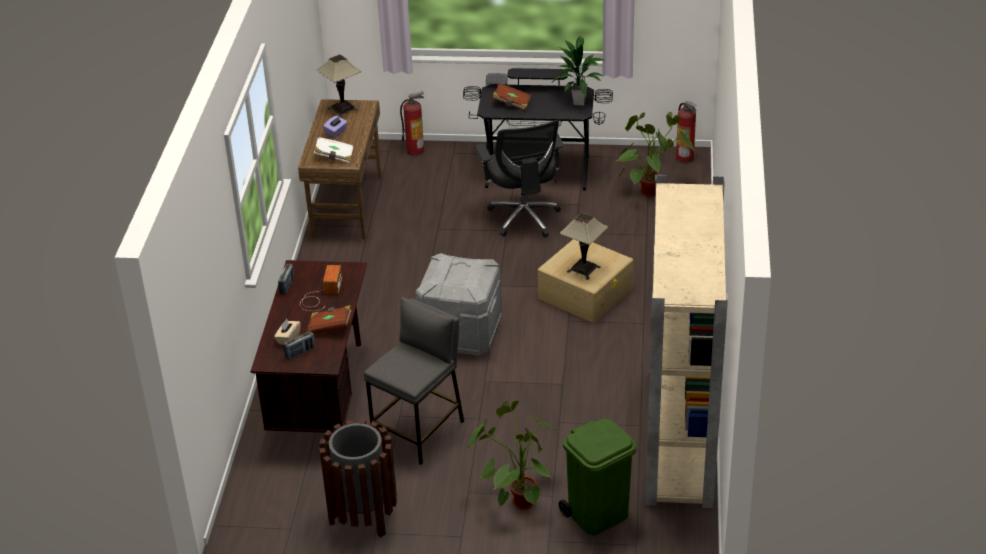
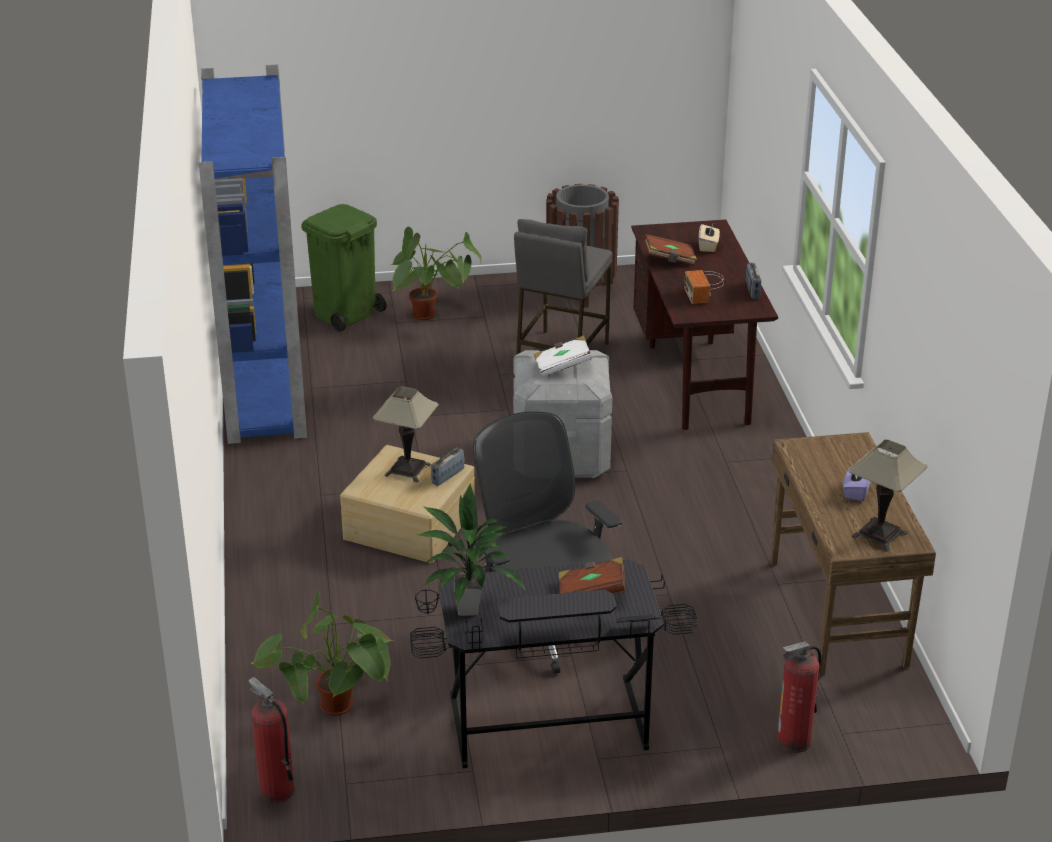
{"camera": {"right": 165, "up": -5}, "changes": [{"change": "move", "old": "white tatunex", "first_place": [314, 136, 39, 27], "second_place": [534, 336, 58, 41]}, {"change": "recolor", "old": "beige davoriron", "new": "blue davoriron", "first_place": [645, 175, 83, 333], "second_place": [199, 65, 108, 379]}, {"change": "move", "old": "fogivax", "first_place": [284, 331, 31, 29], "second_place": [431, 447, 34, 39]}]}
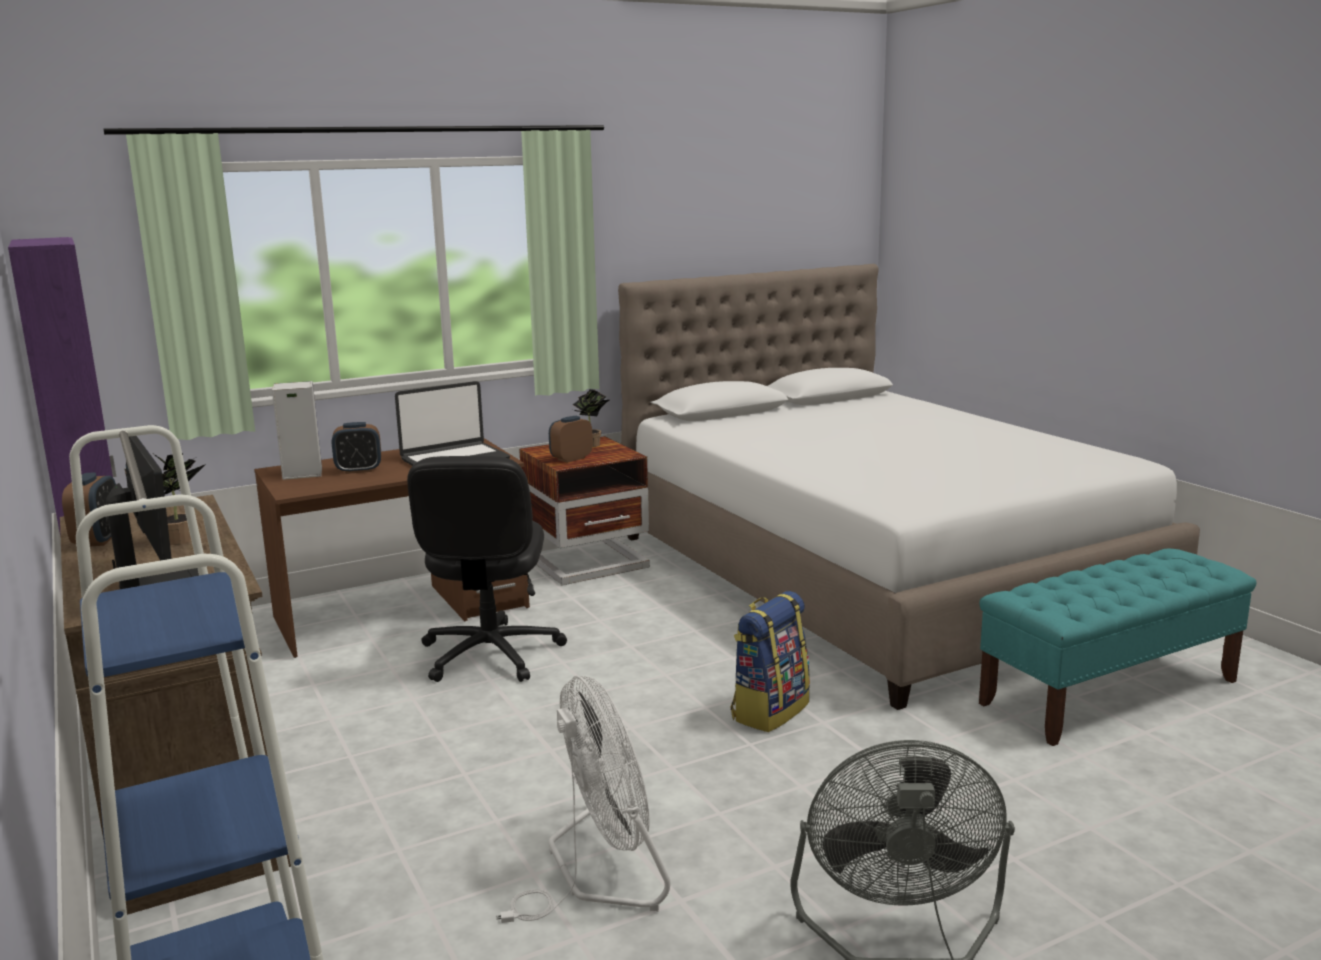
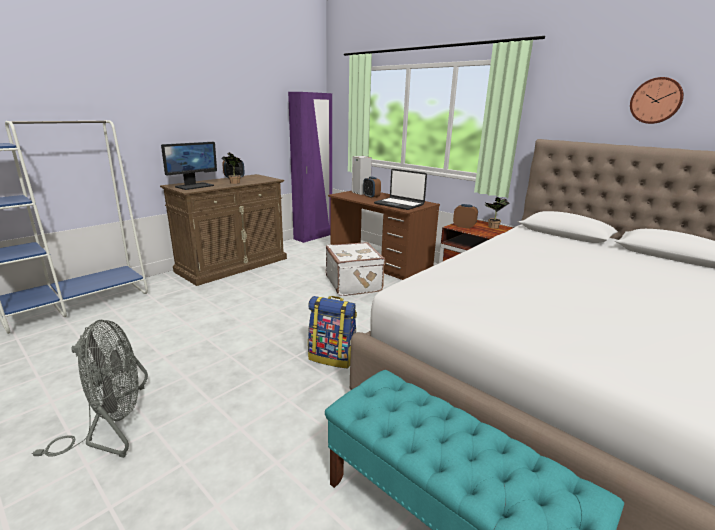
{"camera": {"right": 70, "up": 5}, "changes": [{"change": "replace", "old": "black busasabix", "new": "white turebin", "first_place": [407, 456, 160, 226], "second_place": [326, 242, 59, 54]}, {"change": "delete", "old": "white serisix", "first_place": [498, 676, 172, 247]}, {"change": "insert", "new": "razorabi", "second_place": [630, 77, 54, 47]}]}
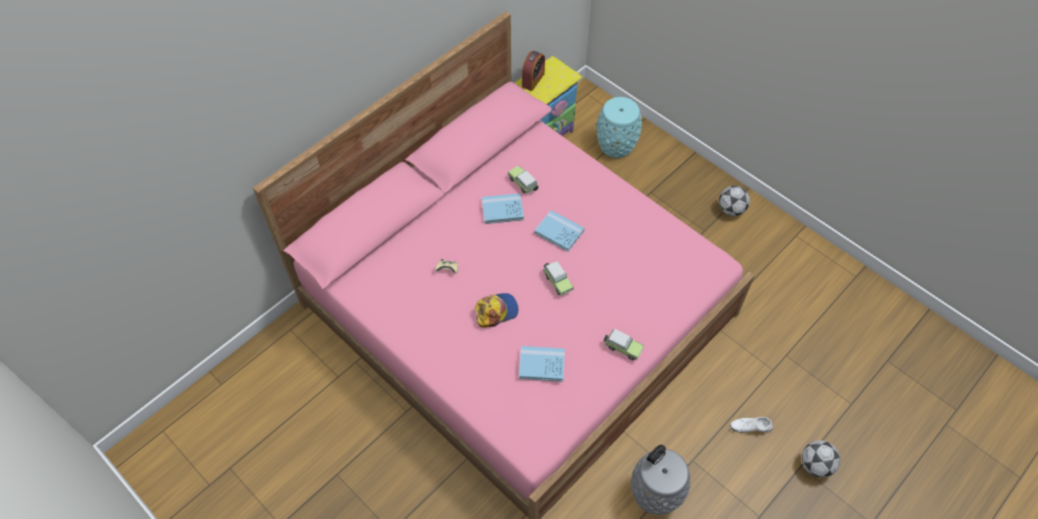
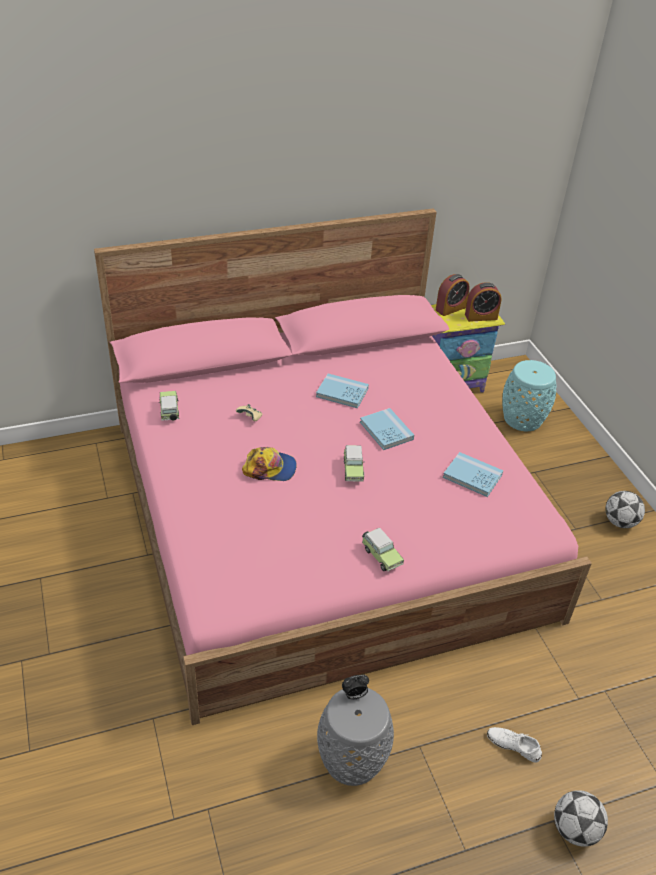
{"camera": {"right": 25, "up": -15}, "changes": [{"change": "move", "old": "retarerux", "first_place": [508, 165, 30, 29], "second_place": [159, 391, 20, 30]}, {"change": "move", "old": "blue tatunex", "first_place": [519, 346, 46, 36], "second_place": [443, 452, 60, 45]}, {"change": "insert", "new": "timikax", "second_place": [465, 282, 37, 40]}]}
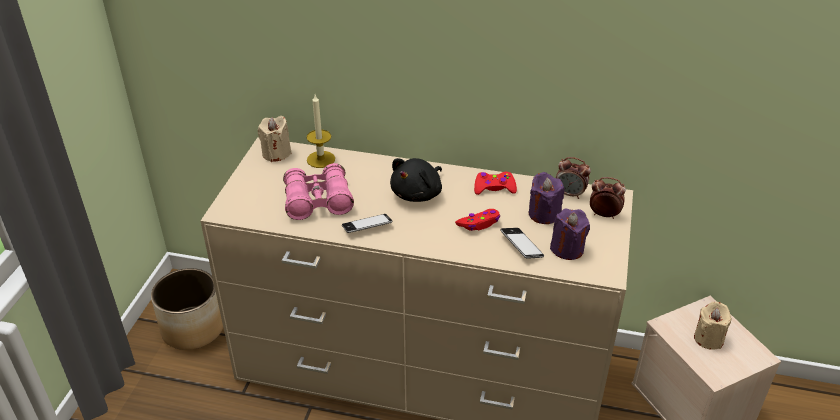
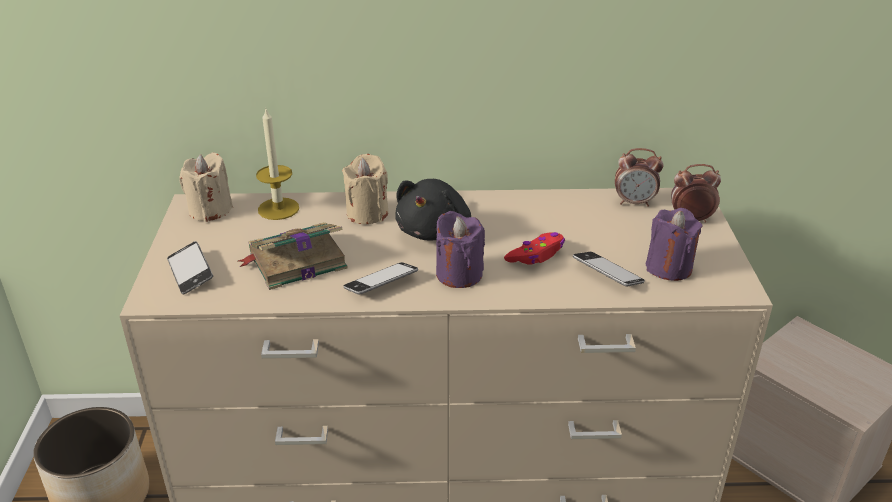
{"camera": {"right": -15, "up": -5}, "changes": [{"change": "replace", "old": "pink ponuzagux", "new": "tatunex", "first_place": [283, 163, 71, 57], "second_place": [238, 222, 110, 68]}, {"change": "delete", "old": "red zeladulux", "first_place": [474, 172, 43, 23]}, {"change": "move", "old": "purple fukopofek", "first_place": [529, 172, 35, 52], "second_place": [436, 211, 49, 77]}, {"change": "move", "old": "beige fukopofek", "first_place": [694, 302, 38, 48], "second_place": [342, 154, 47, 70]}, {"change": "insert", "new": "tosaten", "second_place": [167, 241, 46, 53]}]}
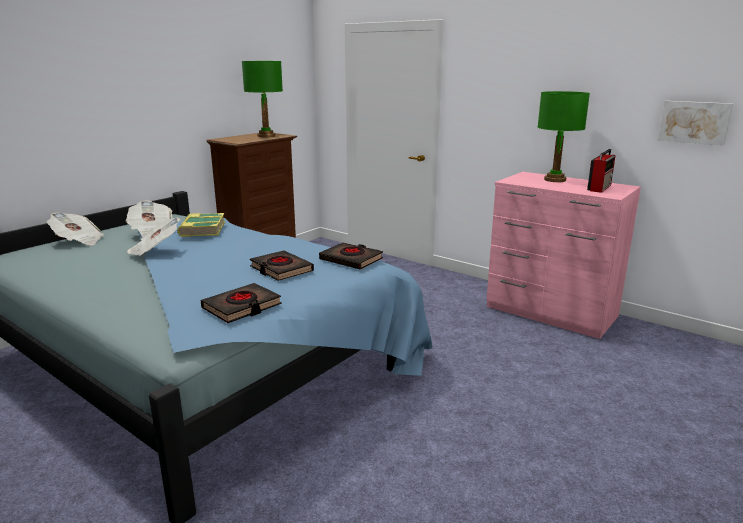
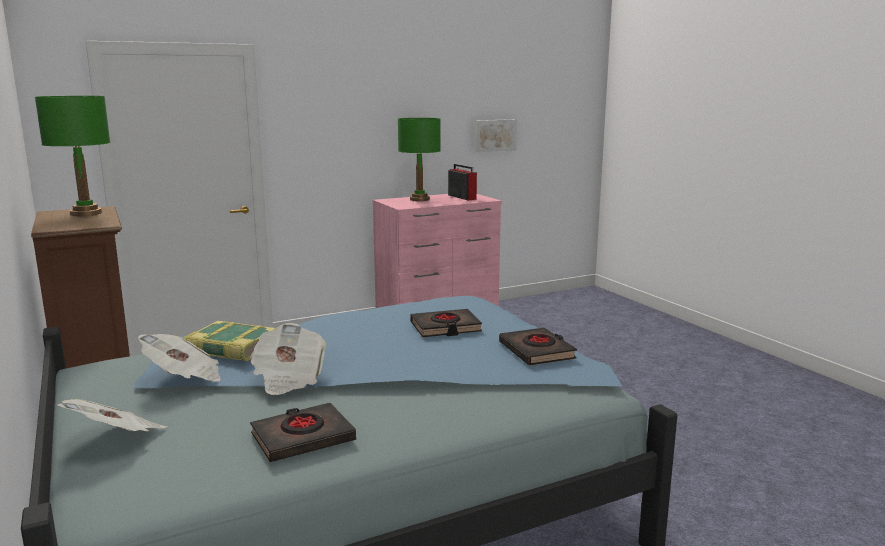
{"camera": {"right": -65, "up": -5}, "changes": [{"change": "move", "old": "black tatunex", "first_place": [319, 243, 64, 27], "second_place": [250, 403, 106, 59]}]}
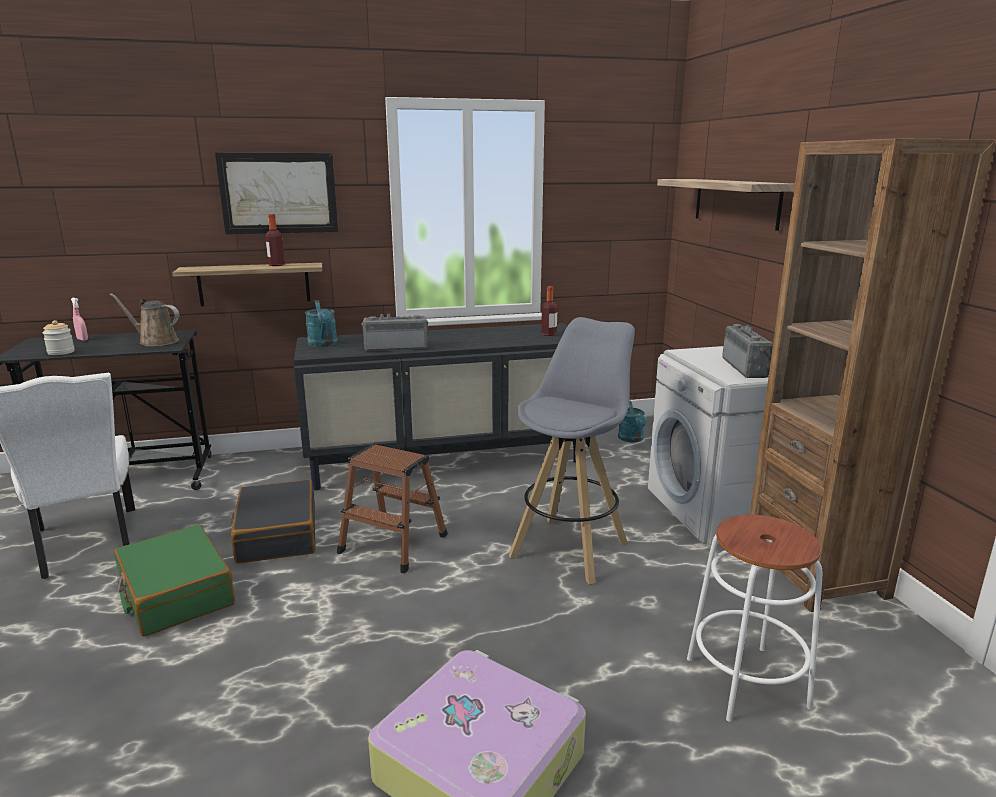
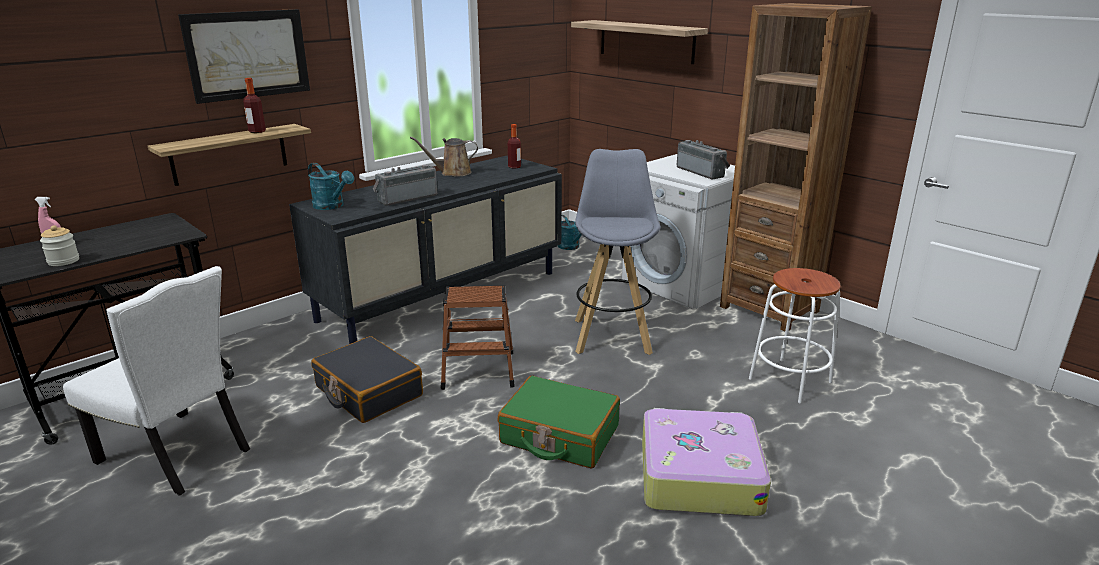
{"camera": {"right": -30, "up": 5}, "changes": [{"change": "move", "old": "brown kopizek", "first_place": [110, 293, 69, 53], "second_place": [410, 137, 68, 40]}, {"change": "move", "old": "green turebin", "first_place": [114, 524, 121, 113], "second_place": [497, 376, 123, 92]}]}
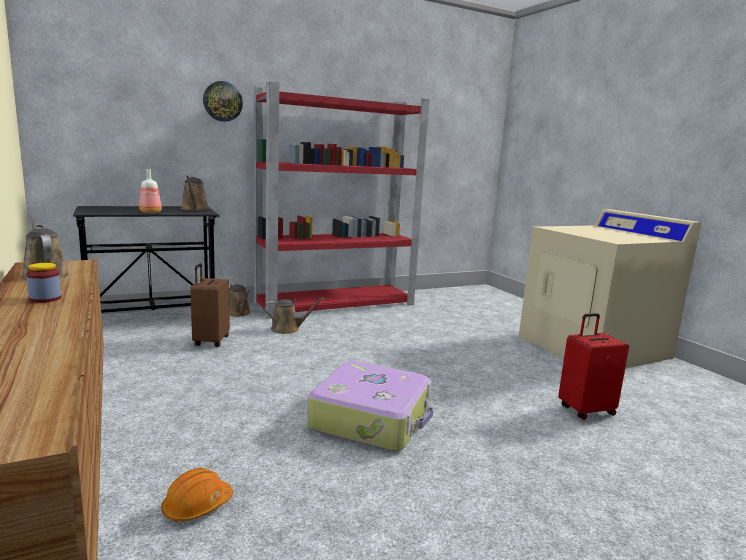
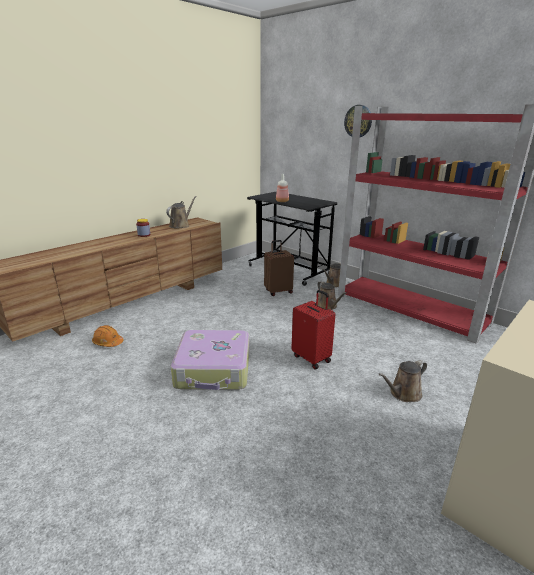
{"camera": {"right": 70, "up": 10}, "changes": [{"change": "move", "old": "brown kopizek", "first_place": [181, 176, 28, 35], "second_place": [378, 360, 49, 42]}, {"change": "move", "old": "red turebin", "first_place": [558, 313, 71, 107], "second_place": [292, 290, 43, 79]}]}
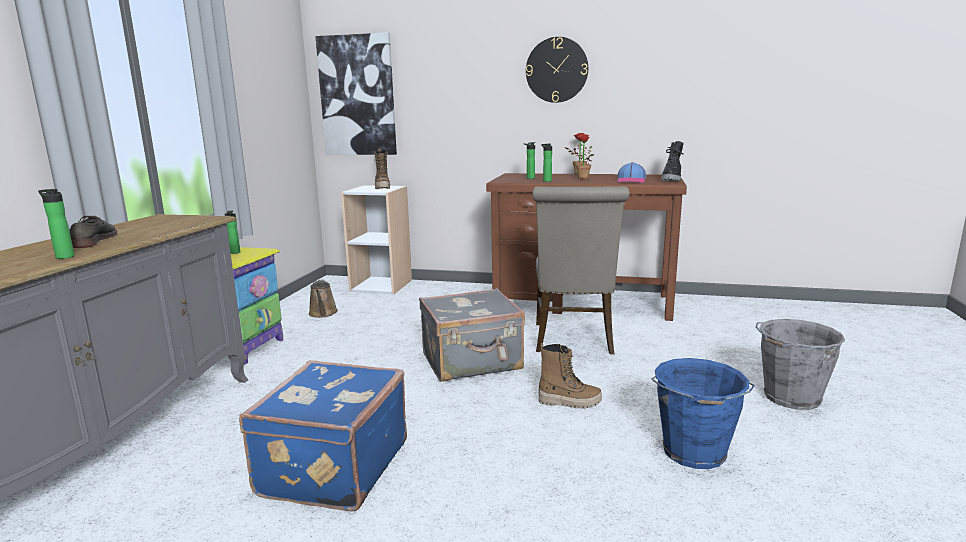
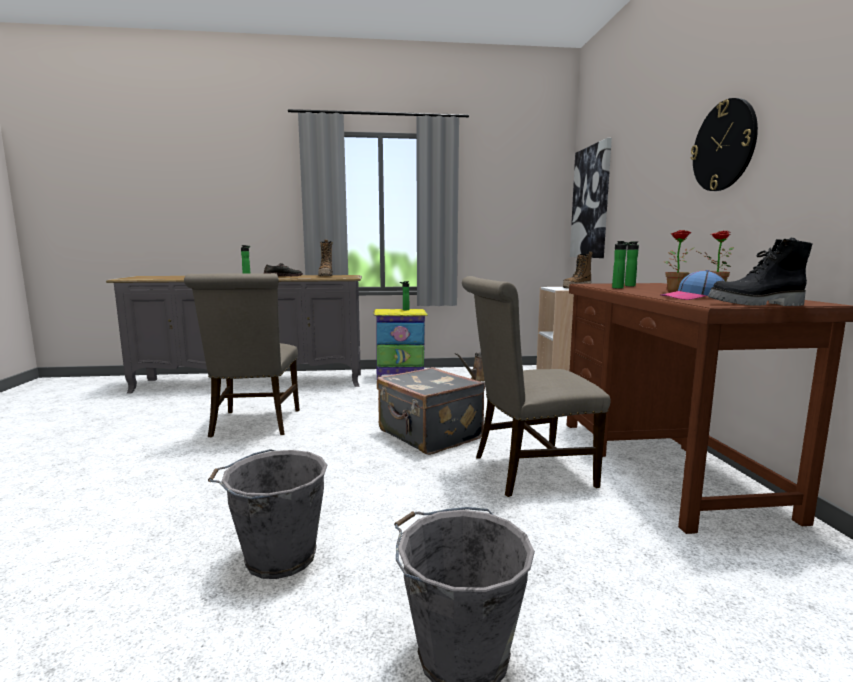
{"camera": {"right": 70, "up": -5}, "changes": [{"change": "move", "old": "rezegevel", "first_place": [538, 343, 64, 65], "second_place": [318, 240, 15, 36]}, {"change": "recolor", "old": "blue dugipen", "new": "grey dugipen", "first_place": [651, 358, 104, 111], "second_place": [208, 449, 119, 130]}, {"change": "replace", "old": "blue turebin", "new": "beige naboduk", "first_place": [239, 360, 168, 151], "second_place": [184, 273, 116, 164]}]}
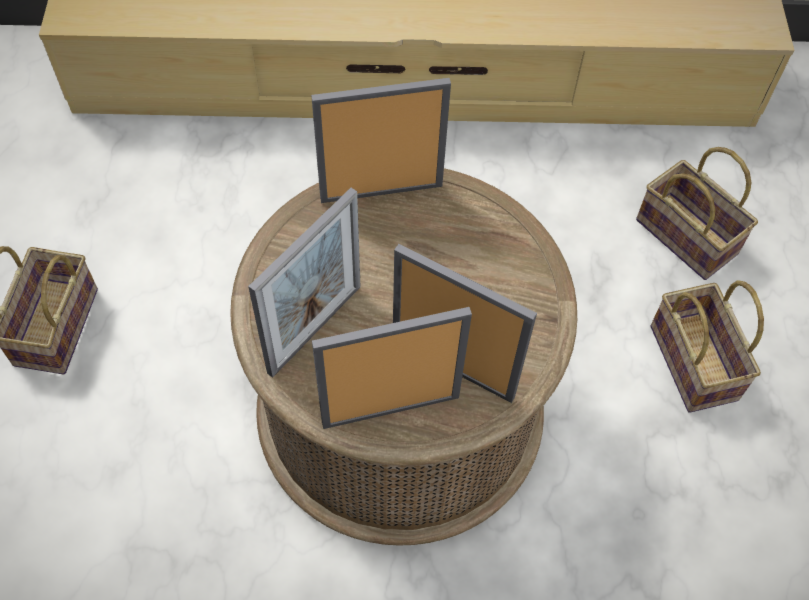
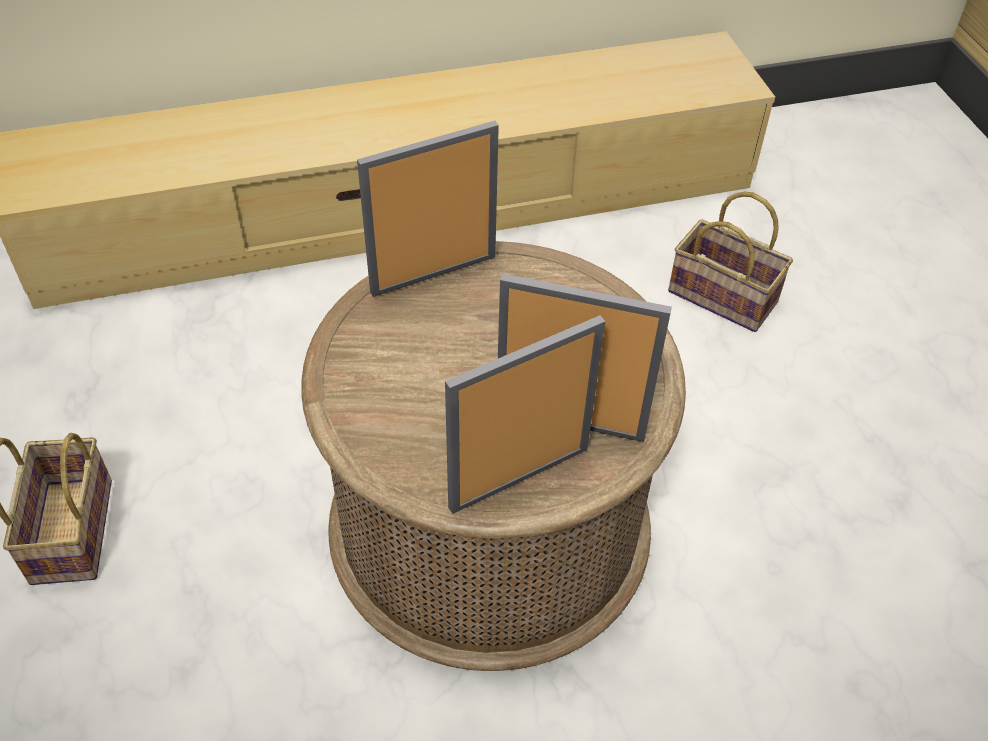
{"camera": {"right": -15, "up": -10}, "changes": [{"change": "delete", "old": "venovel", "first_place": [248, 188, 113, 190]}, {"change": "delete", "old": "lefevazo", "first_place": [650, 280, 114, 133]}]}
